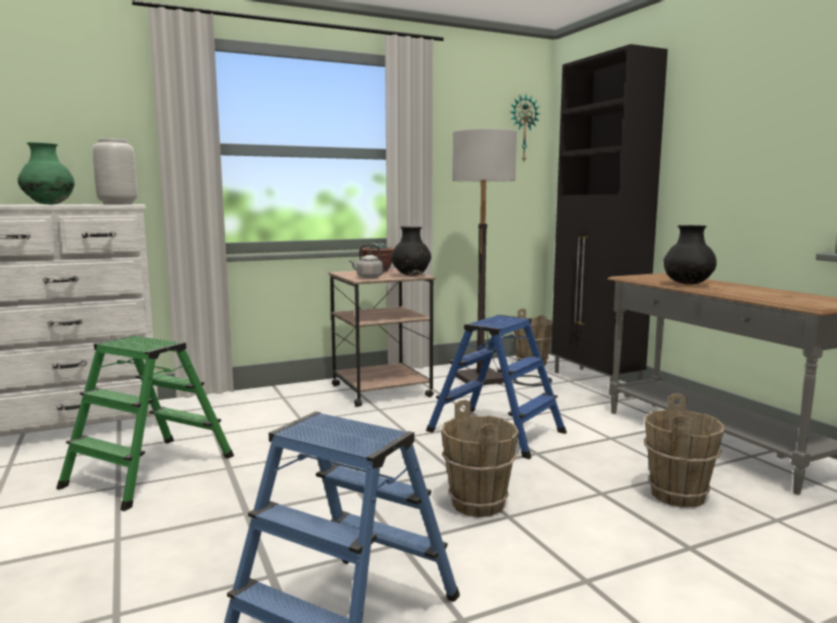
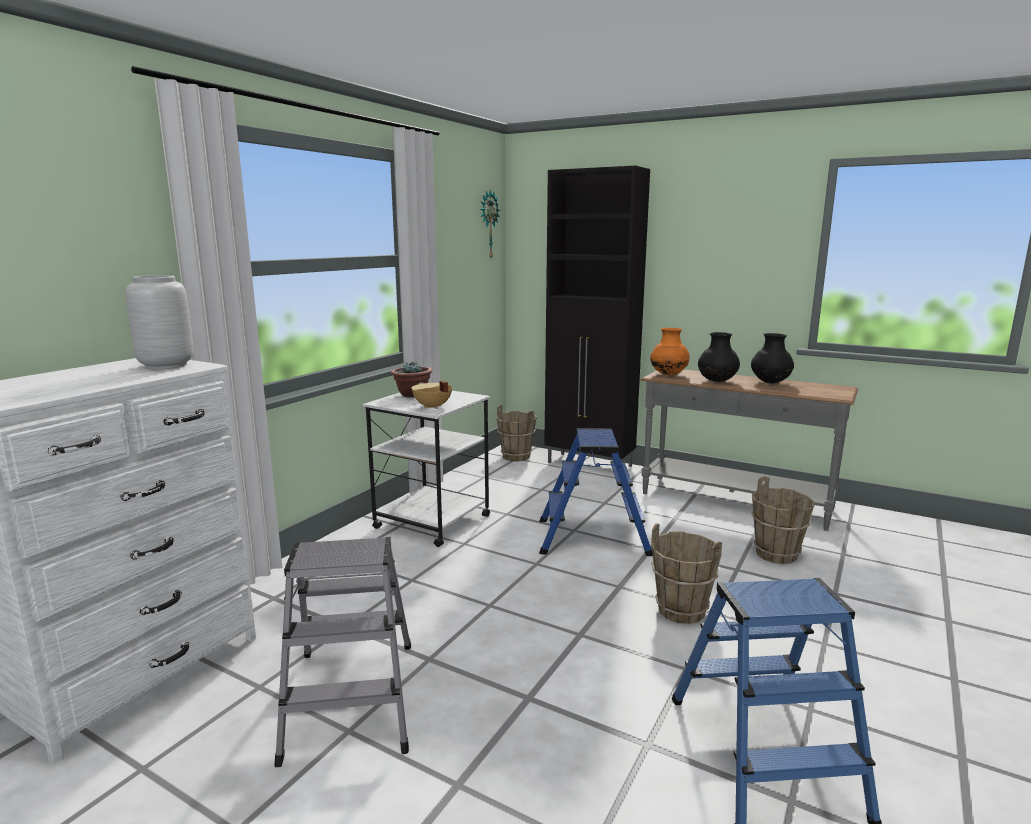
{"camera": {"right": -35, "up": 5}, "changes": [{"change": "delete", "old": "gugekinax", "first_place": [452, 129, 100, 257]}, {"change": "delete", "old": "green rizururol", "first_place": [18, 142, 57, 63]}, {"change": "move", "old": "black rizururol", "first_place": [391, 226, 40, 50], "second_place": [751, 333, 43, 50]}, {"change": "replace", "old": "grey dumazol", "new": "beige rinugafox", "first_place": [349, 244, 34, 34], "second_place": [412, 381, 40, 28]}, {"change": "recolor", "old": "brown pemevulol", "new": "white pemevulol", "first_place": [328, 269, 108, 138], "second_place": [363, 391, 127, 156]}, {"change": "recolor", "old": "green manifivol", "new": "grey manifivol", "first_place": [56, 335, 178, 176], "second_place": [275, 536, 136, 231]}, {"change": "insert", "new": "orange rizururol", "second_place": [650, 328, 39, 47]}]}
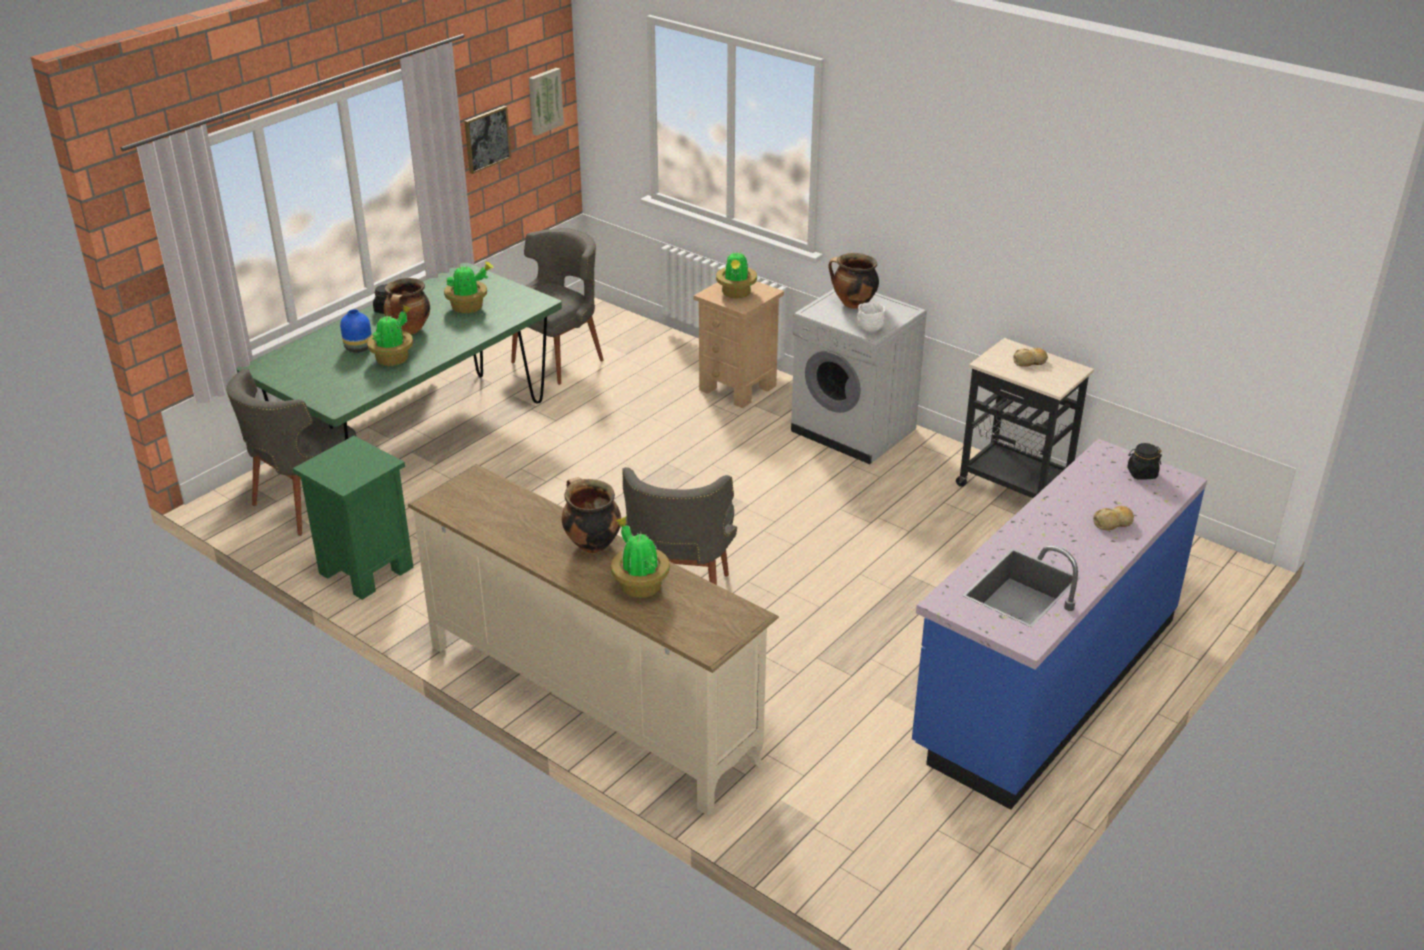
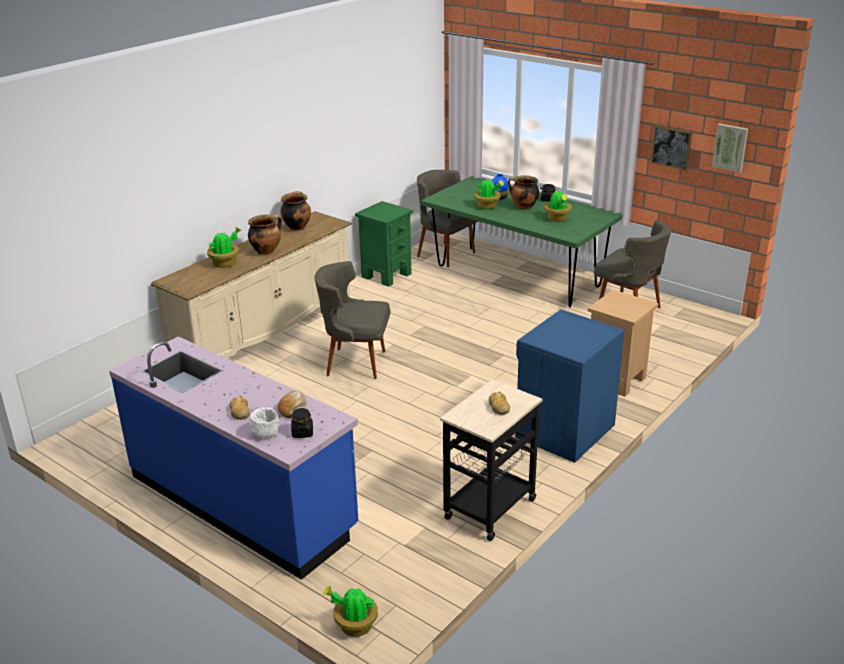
{"camera": {"right": 90, "up": -5}, "changes": [{"change": "move", "old": "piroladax", "first_place": [716, 250, 41, 48], "second_place": [323, 586, 55, 51]}, {"change": "move", "old": "rinugafox", "first_place": [829, 253, 50, 56], "second_place": [280, 191, 31, 40]}, {"change": "recolor", "old": "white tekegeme", "new": "blue tekegeme", "first_place": [791, 289, 136, 175], "second_place": [515, 309, 109, 154]}, {"change": "move", "old": "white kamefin", "first_place": [857, 302, 28, 30], "second_place": [250, 407, 29, 31]}, {"change": "insert", "new": "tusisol", "second_place": [278, 391, 29, 27]}]}
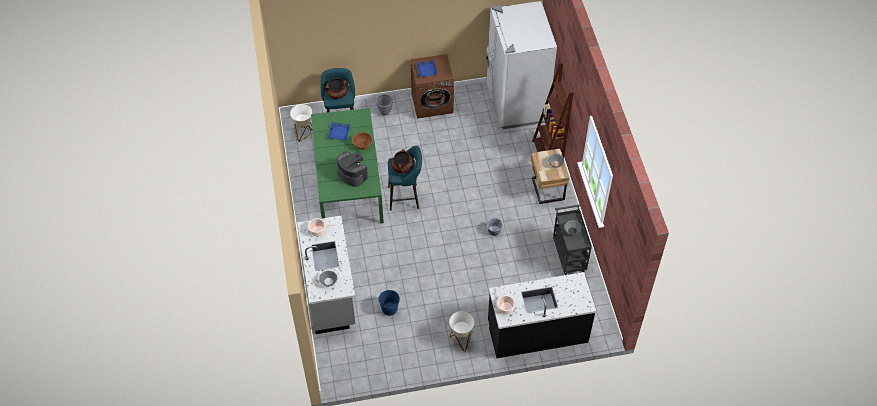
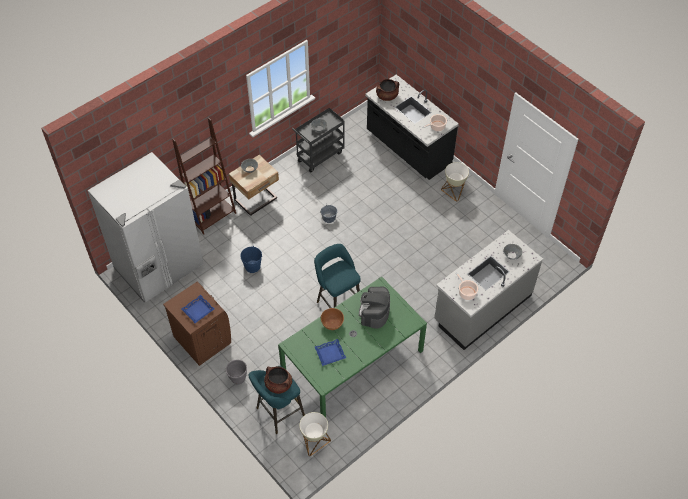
{"camera": {"right": -120, "up": 0}, "changes": [{"change": "move", "old": "brown rinugafox", "first_place": [391, 149, 23, 25], "second_place": [376, 79, 23, 22]}, {"change": "move", "old": "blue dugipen", "first_place": [378, 290, 22, 26], "second_place": [240, 246, 22, 27]}]}
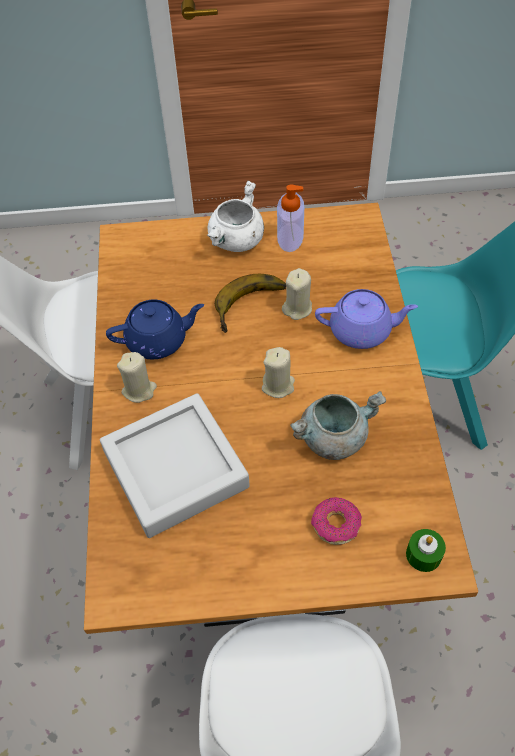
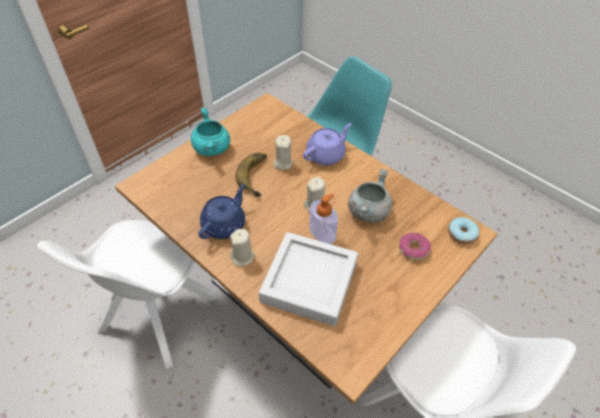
{"camera": {"right": -45, "up": -5}, "changes": [{"change": "recolor", "old": "white rinugafox", "new": "turquoise rinugafox", "first_place": [207, 180, 57, 72], "second_place": [191, 108, 39, 48]}, {"change": "move", "old": "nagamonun", "first_place": [277, 184, 27, 68], "second_place": [309, 194, 29, 50]}, {"change": "replace", "old": "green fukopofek", "new": "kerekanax", "first_place": [406, 529, 40, 43], "second_place": [448, 217, 31, 27]}]}
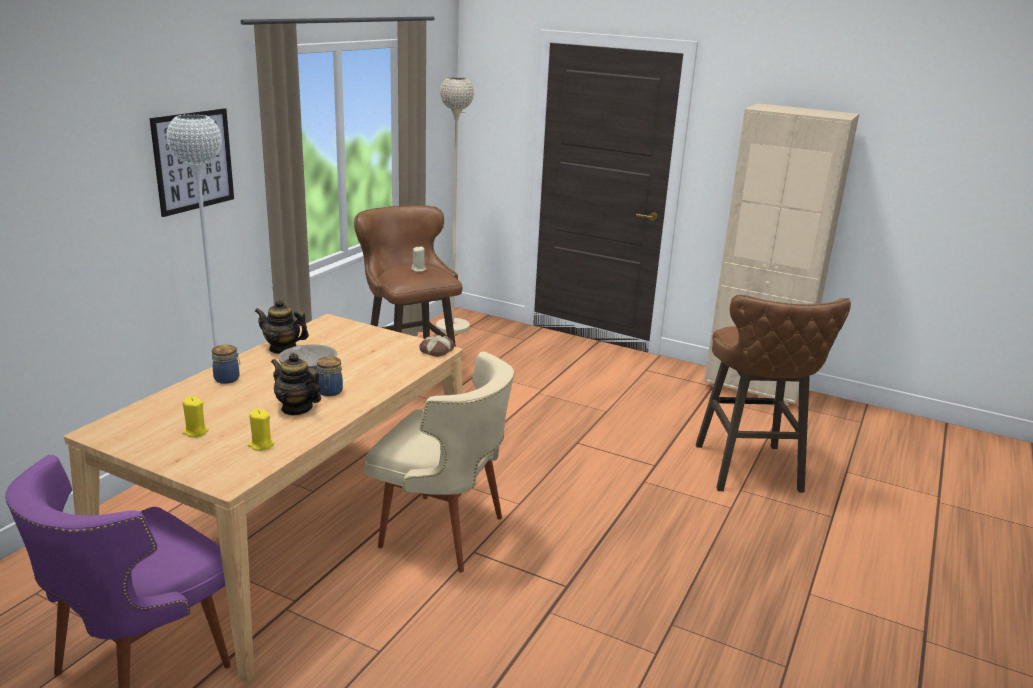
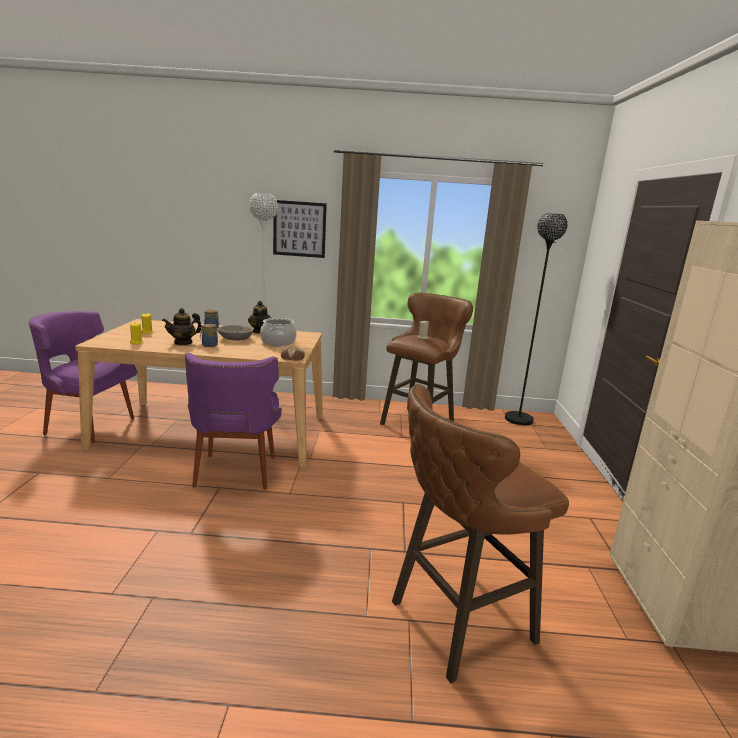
{"camera": {"right": 65, "up": -5}, "changes": [{"change": "recolor", "old": "beige gugekinax", "new": "black gugekinax", "first_place": [436, 77, 38, 257], "second_place": [505, 213, 63, 212]}, {"change": "recolor", "old": "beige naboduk", "new": "purple naboduk", "first_place": [364, 351, 150, 222], "second_place": [185, 353, 97, 137]}, {"change": "rotate", "old": "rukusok", "first_place": [271, 353, 50, 62], "second_place": [162, 308, 40, 37], "degrees": -135}, {"change": "insert", "new": "rinugafox", "second_place": [260, 318, 37, 28]}]}
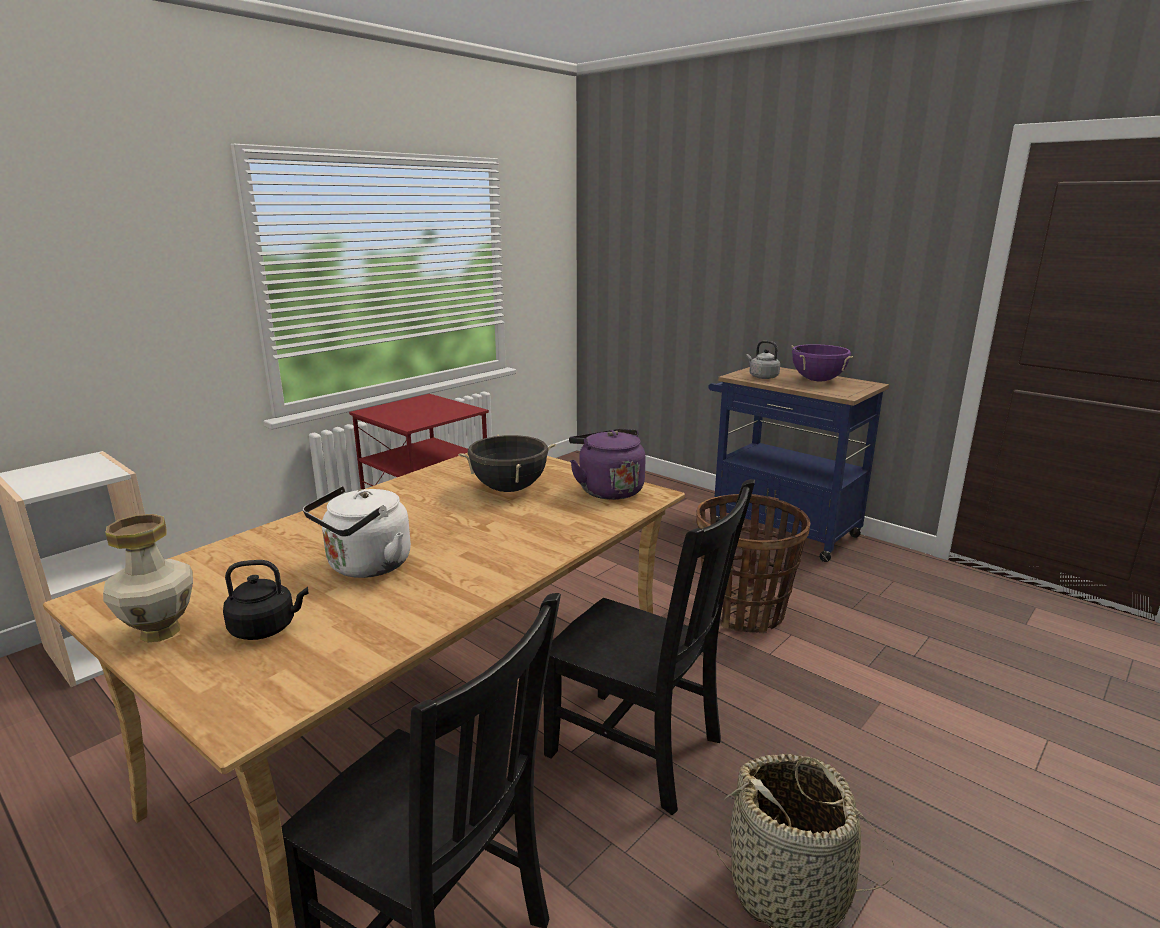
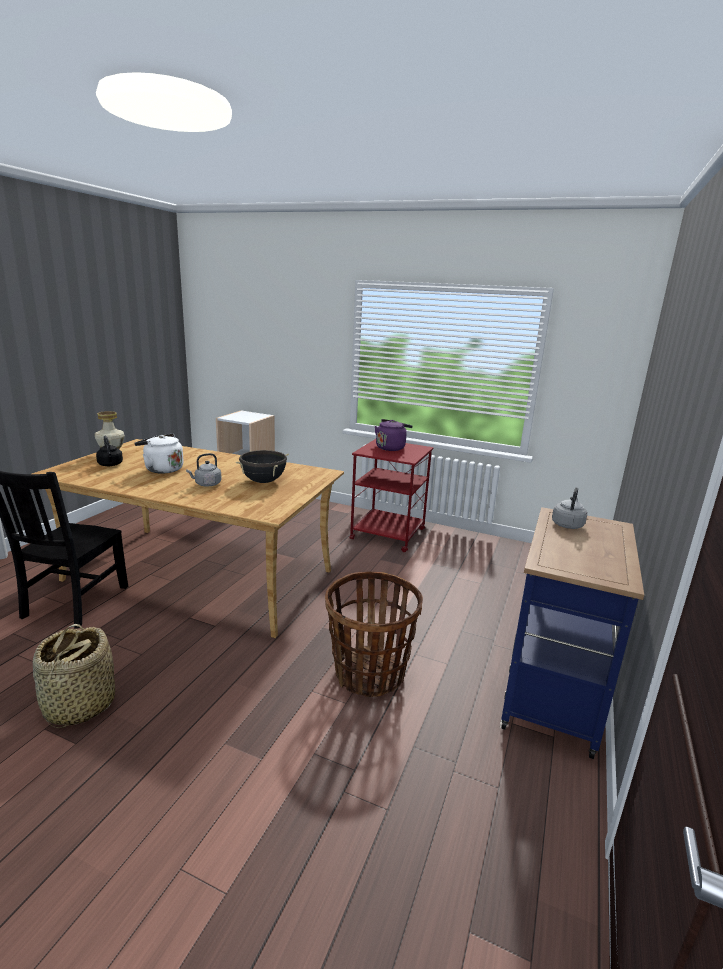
{"camera": {"right": 70, "up": 0}, "changes": [{"change": "delete", "old": "purple rinugafox", "first_place": [791, 344, 62, 37]}, {"change": "move", "old": "purple dumazol", "first_place": [569, 429, 77, 71], "second_place": [375, 419, 38, 32]}, {"change": "delete", "old": "black naboduk", "first_place": [543, 479, 212, 336]}, {"change": "insert", "new": "grey dumazol", "second_place": [186, 453, 36, 33]}]}
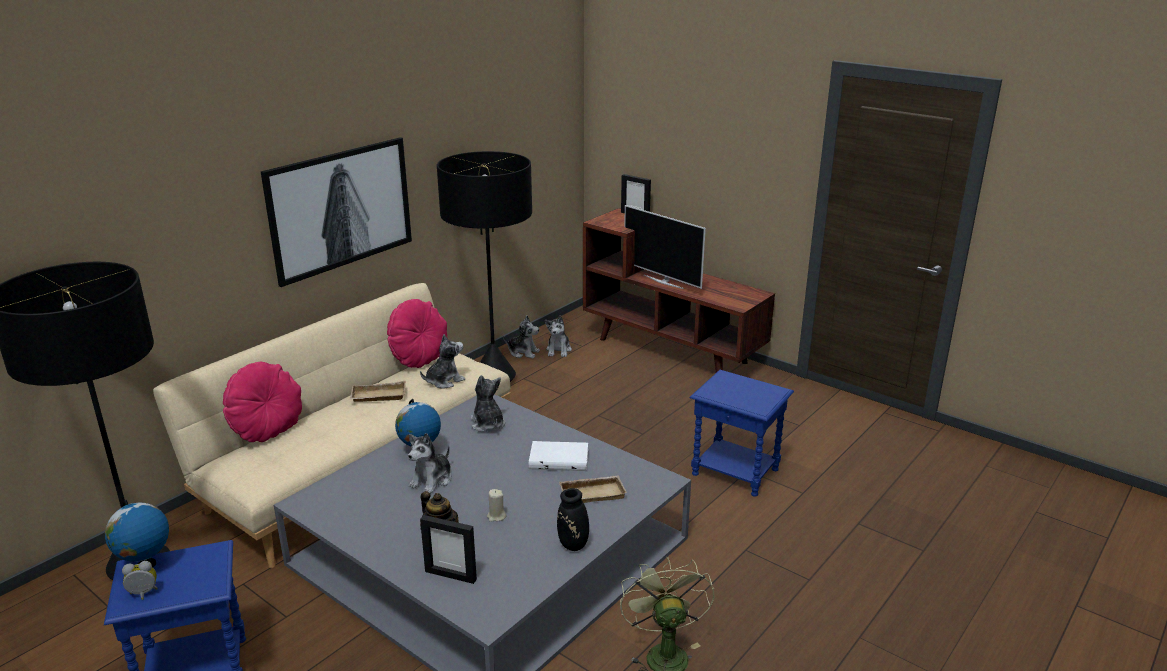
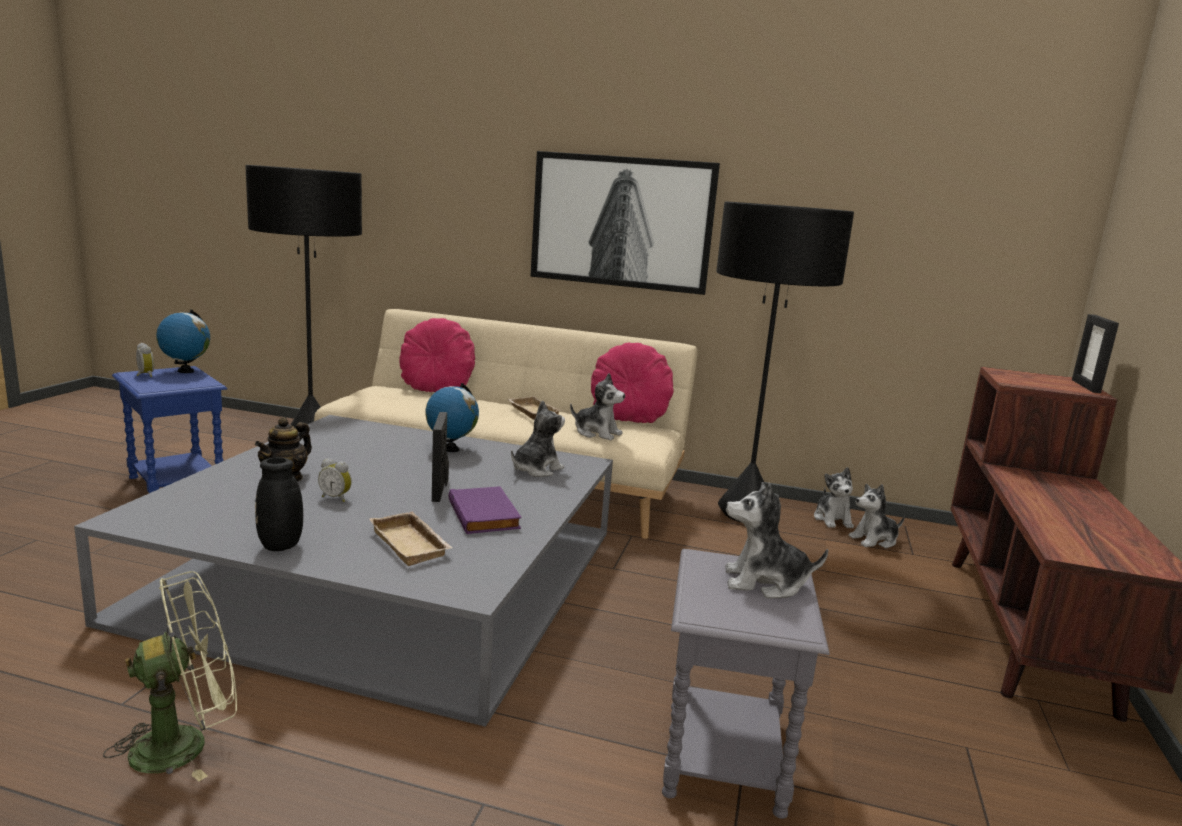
{"camera": {"right": 65, "up": -10}, "changes": [{"change": "delete", "old": "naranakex", "first_place": [624, 205, 82, 84]}, {"change": "recolor", "old": "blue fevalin", "new": "grey fevalin", "first_place": [690, 370, 104, 127], "second_place": [662, 549, 168, 270]}, {"change": "move", "old": "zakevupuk", "first_place": [408, 433, 43, 61], "second_place": [725, 482, 104, 117]}, {"change": "recolor", "old": "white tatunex", "new": "purple tatunex", "first_place": [529, 441, 59, 30], "second_place": [449, 486, 72, 48]}, {"change": "replace", "old": "beige fukopofek", "new": "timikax", "first_place": [487, 489, 19, 33], "second_place": [318, 458, 34, 44]}, {"change": "move", "old": "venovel", "first_place": [420, 515, 57, 69], "second_place": [432, 412, 17, 90]}]}
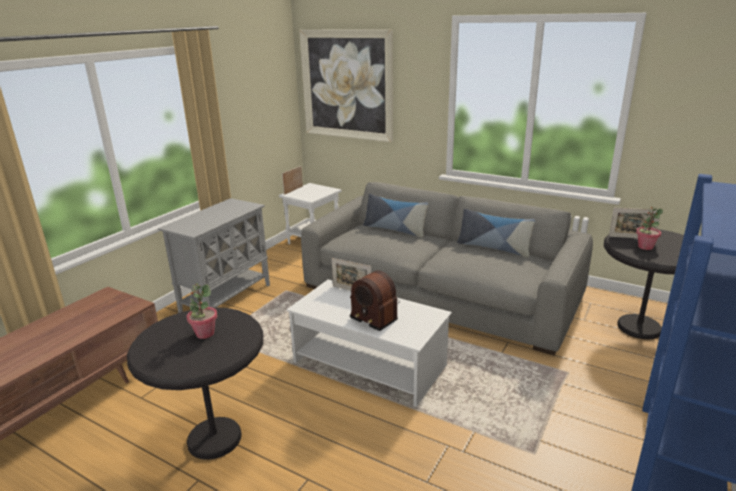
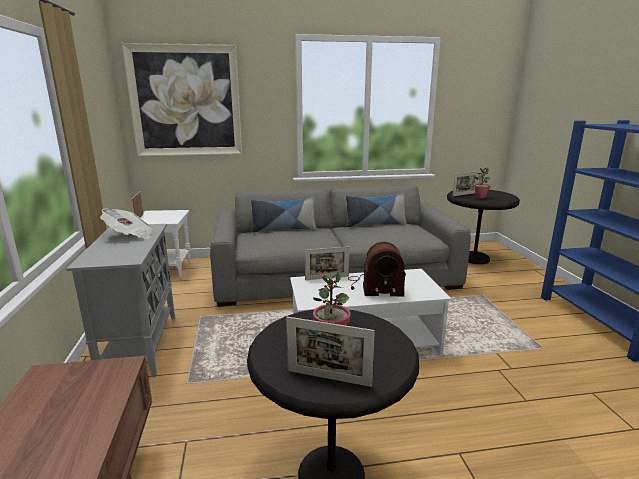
{"camera": {"right": -40, "up": -5}, "changes": [{"change": "insert", "new": "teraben", "second_place": [101, 209, 52, 30]}, {"change": "insert", "new": "venovel", "second_place": [286, 317, 89, 70]}]}
